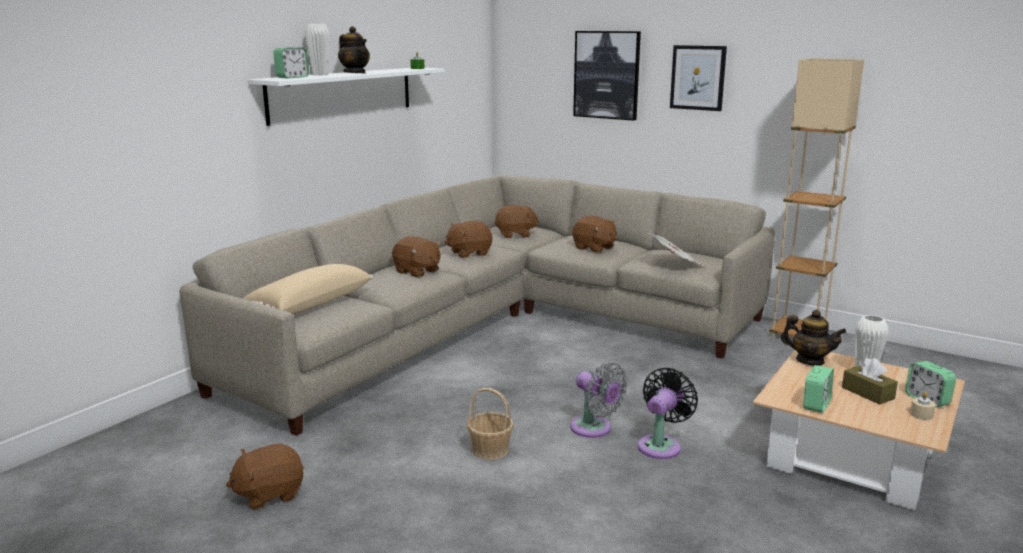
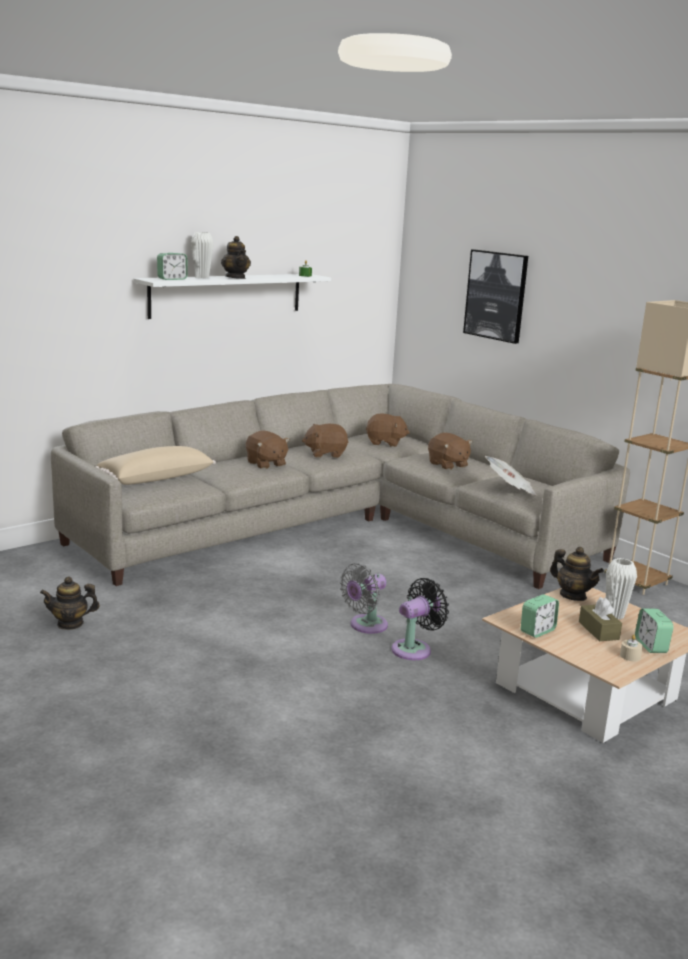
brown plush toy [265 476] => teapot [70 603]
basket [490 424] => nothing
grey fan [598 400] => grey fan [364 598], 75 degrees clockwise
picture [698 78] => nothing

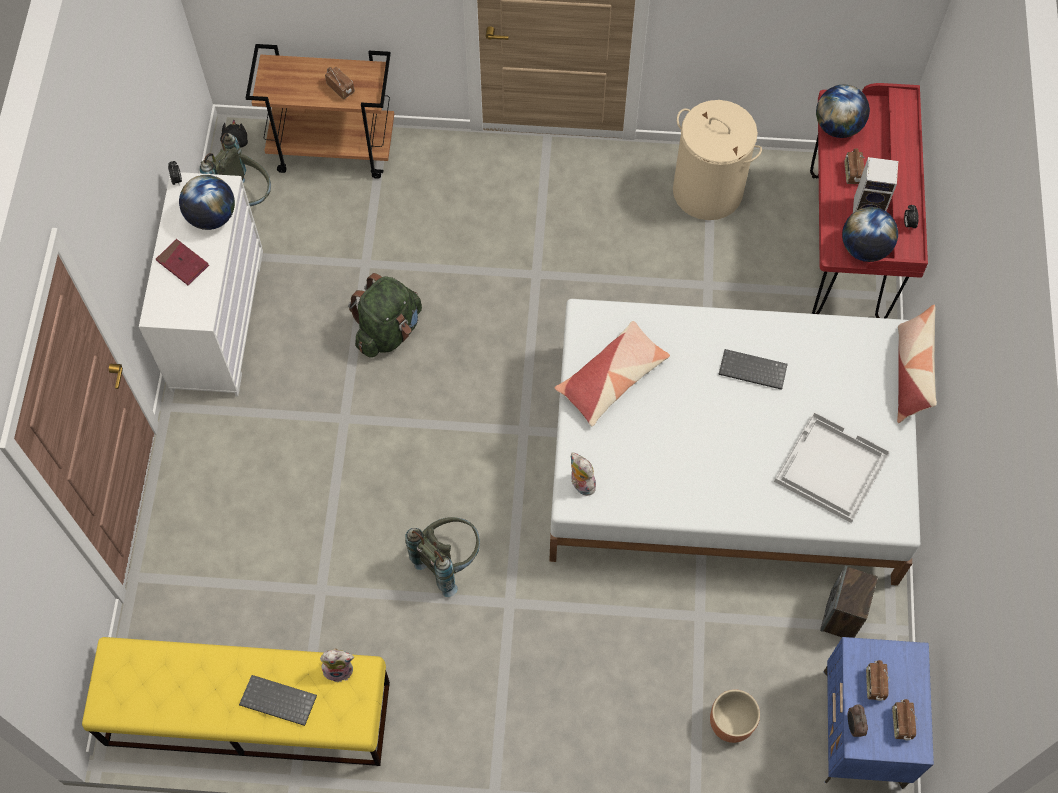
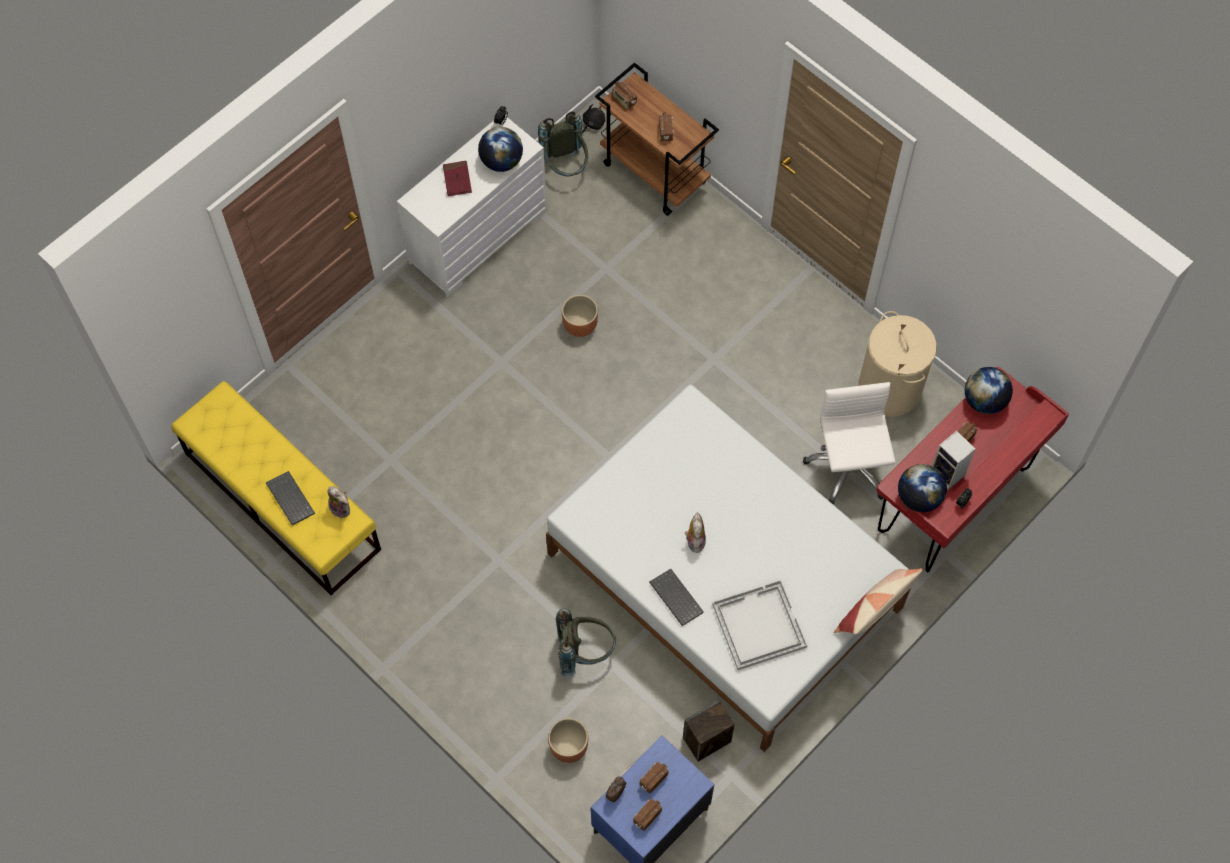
green backpack [385 315] => brown planter [580 316]
grey backpack [442 557] => grey backpack [586 643], relocated
pillow [612 373] => nothing
plush toy [583 474] => plush toy [695 532], relocated
keyboard [753 369] => keyboard [676 597], relocated
nothing => radio [624 95]
nothing => white office chair [849 443]

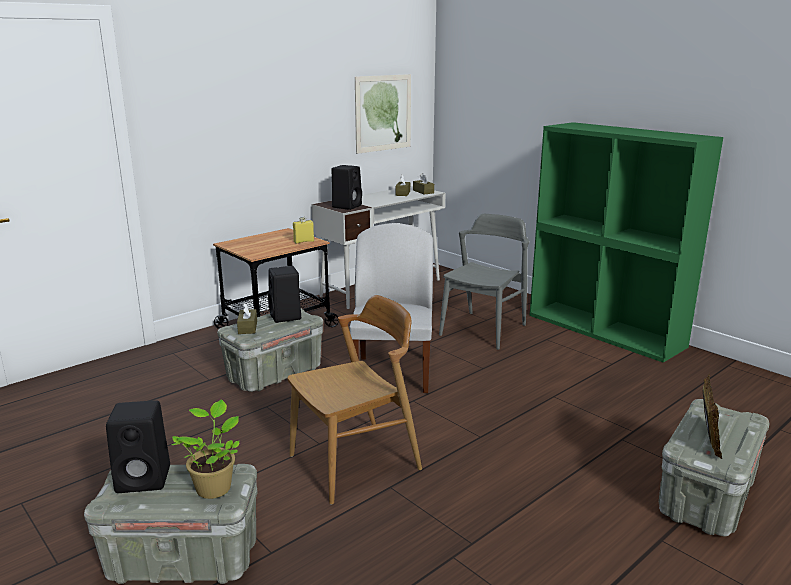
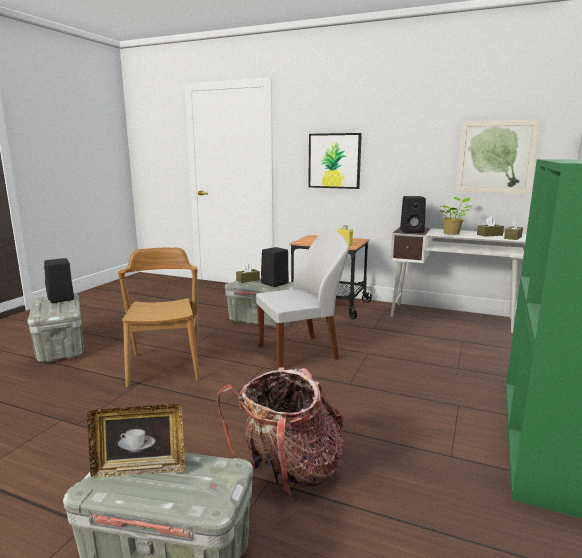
potted plant [205 449] => potted plant [456 216], relocated
brown chair [354 400] => brown chair [159 317], 135 degrees counterclockwise
grey chair [484 282] => nothing
nothing => backpack [280 434]
nothing => picture [335 161]

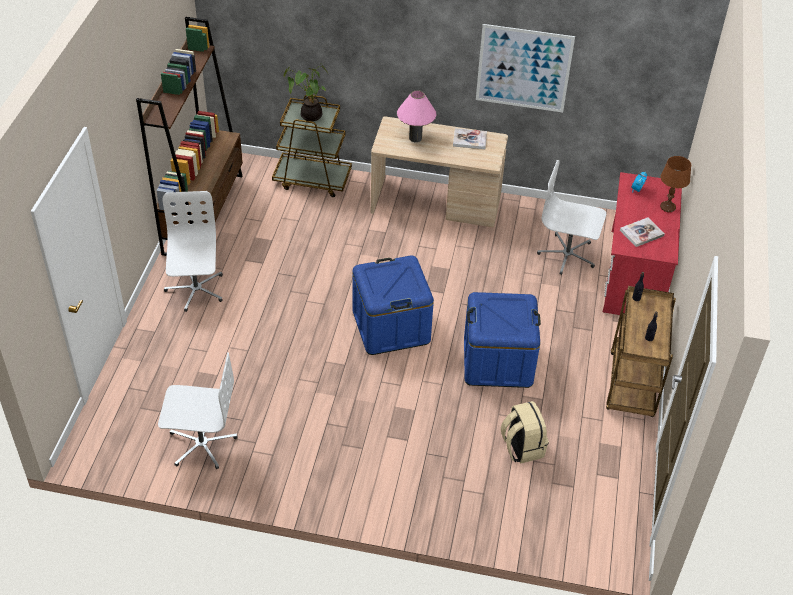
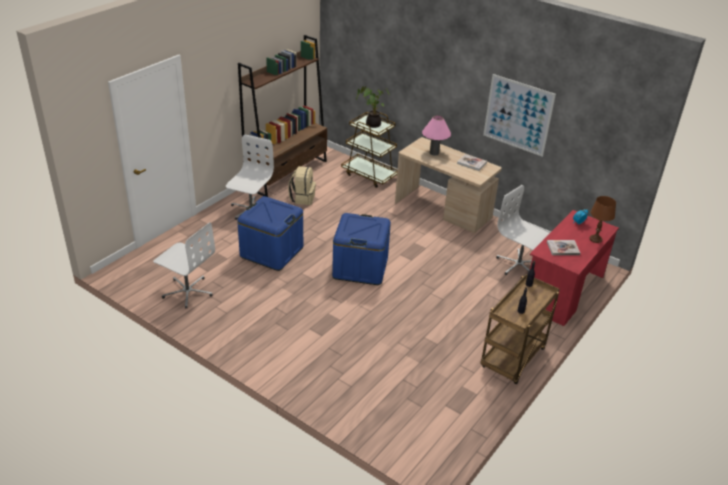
blue storage box [502 340] => blue storage box [270 233], relocated
beige backpack [525 432] => beige backpack [302 185], relocated

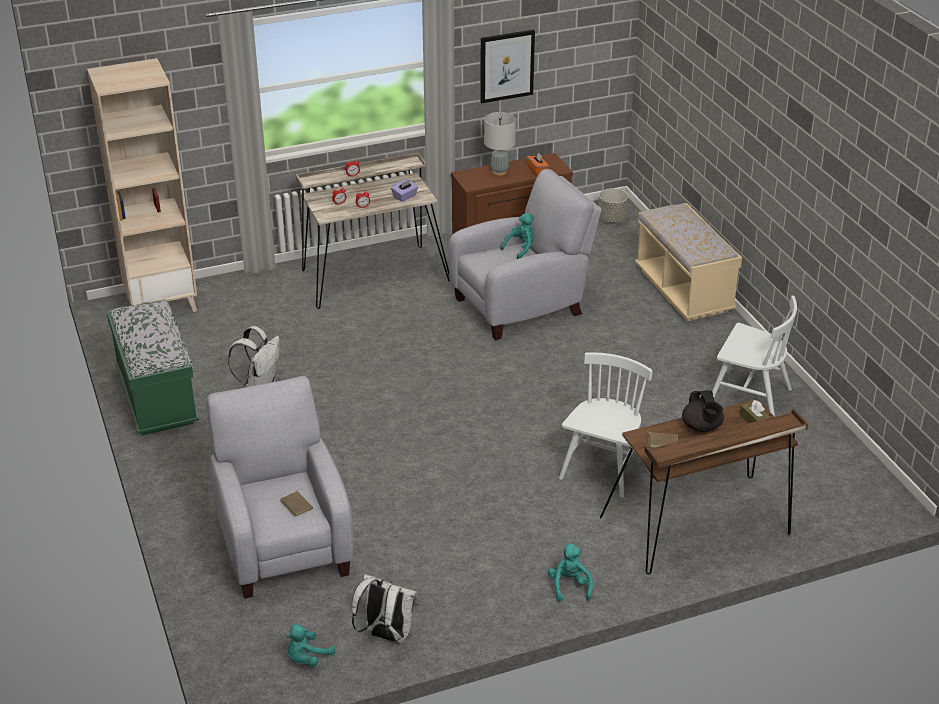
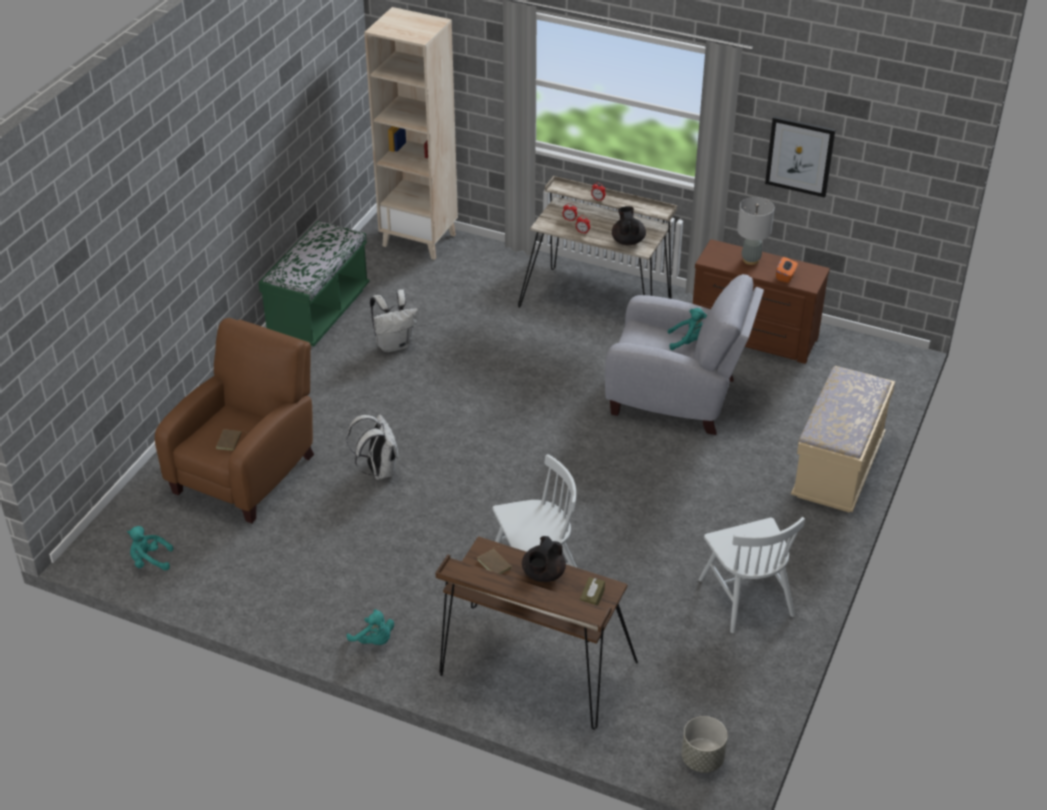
grey armchair [280 487] => brown armchair [234 420]
white backpack [385 608] => white backpack [372 447], relocated
purple tissue box [404 190] => black teapot [629 225]
turquoise plush toy [570 572] => turquoise plush toy [370 627], 90 degrees clockwise
grey planter [613 205] => grey planter [705 744], relocated

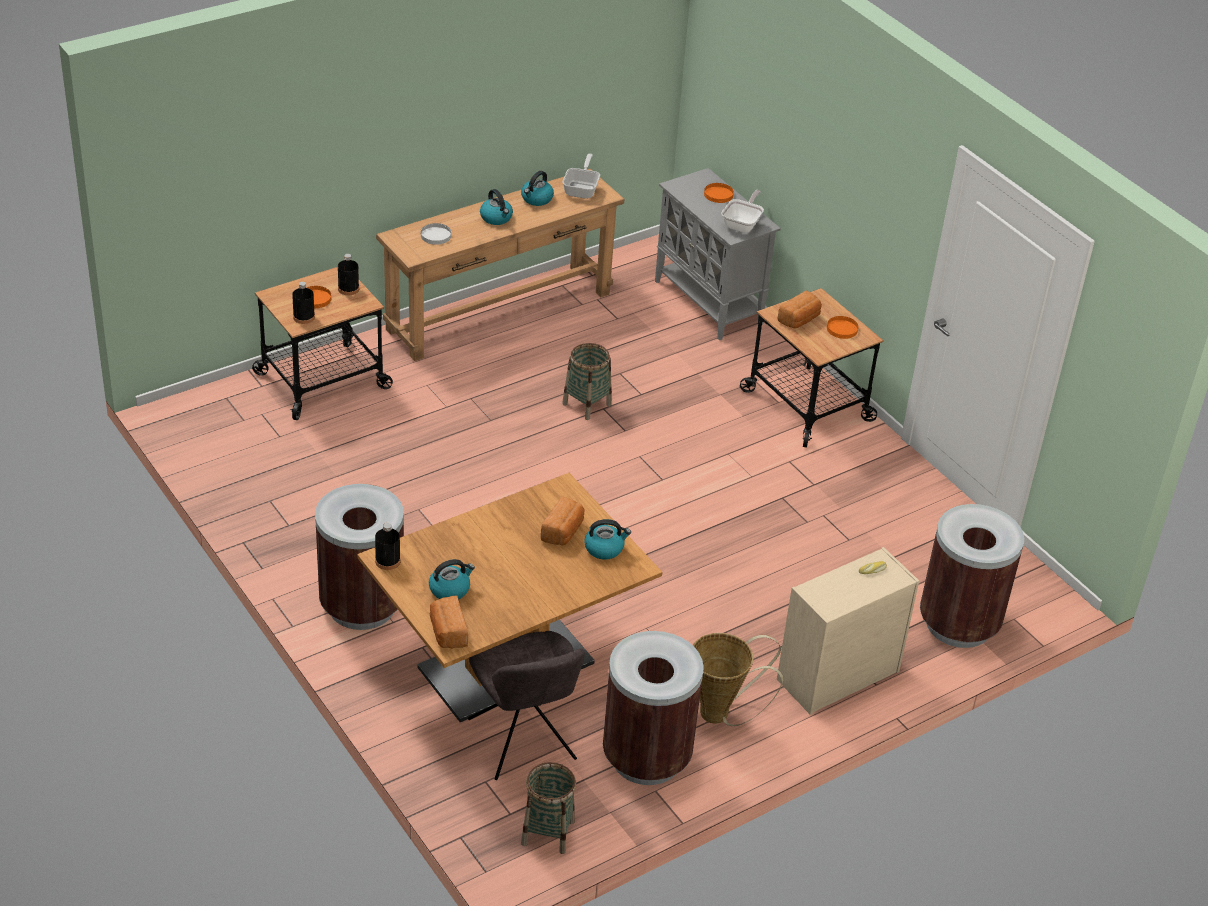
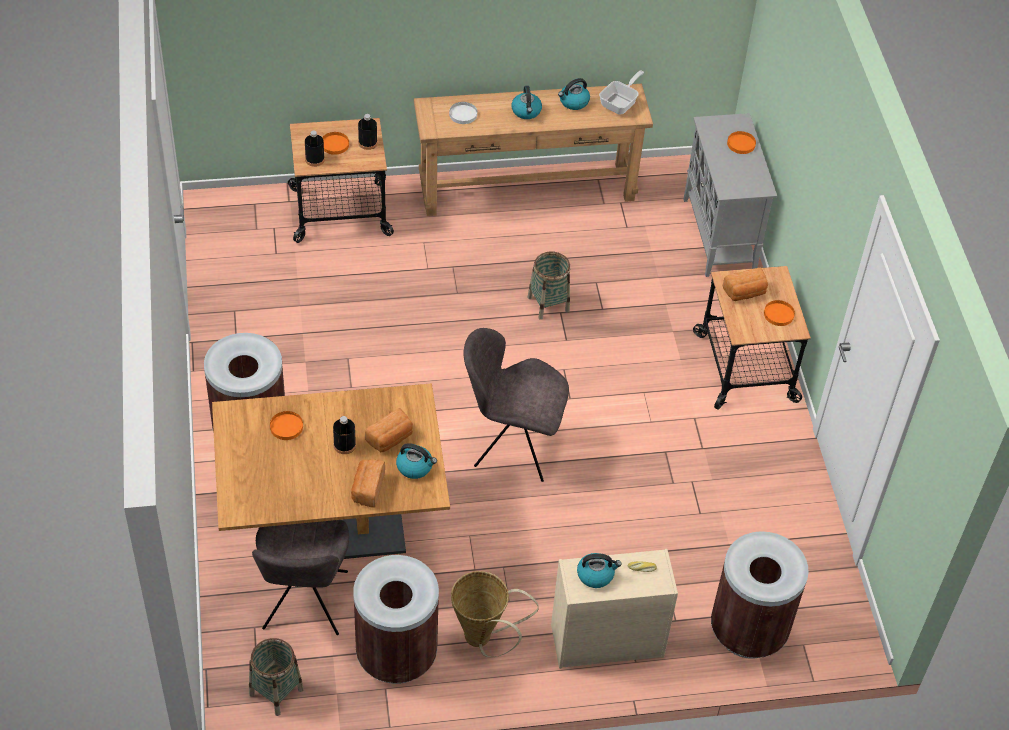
black bottle [388 546] => black bottle [344 435], relocated
kettle [452 579] => kettle [599 570], relocated
bread [449 622] => bread [368 483], relocated
frying pan [742 211] => nothing
nothing => orange plate [286 425]
nothing => grey chair [516 405]

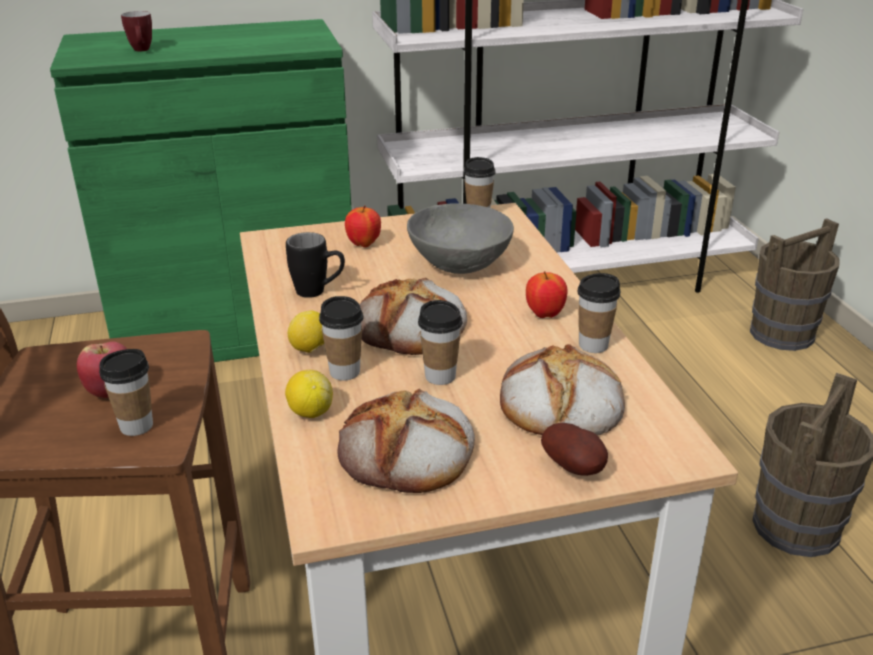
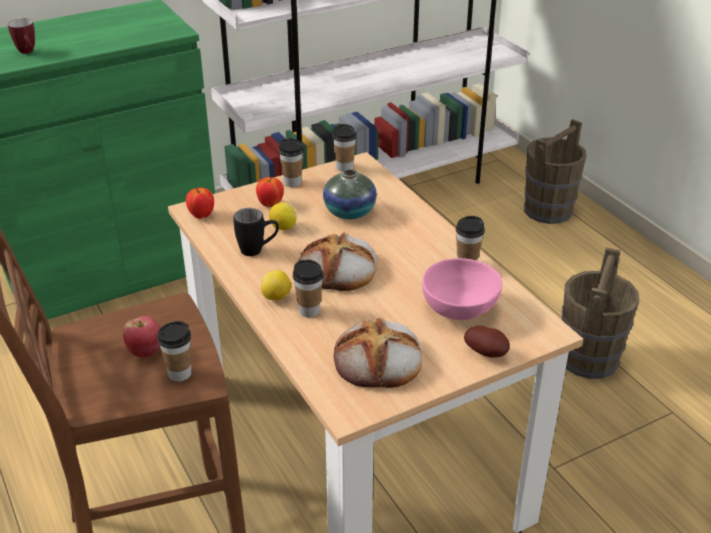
lemon [309 394] => lemon [282 216], relocated
grey bowl [460 238] => vase [350 194]
cup [440 342] => cup [291 162], relocated
bread [562 390] => pink bowl [462 289]
apple [547 294] => apple [200 203], relocated

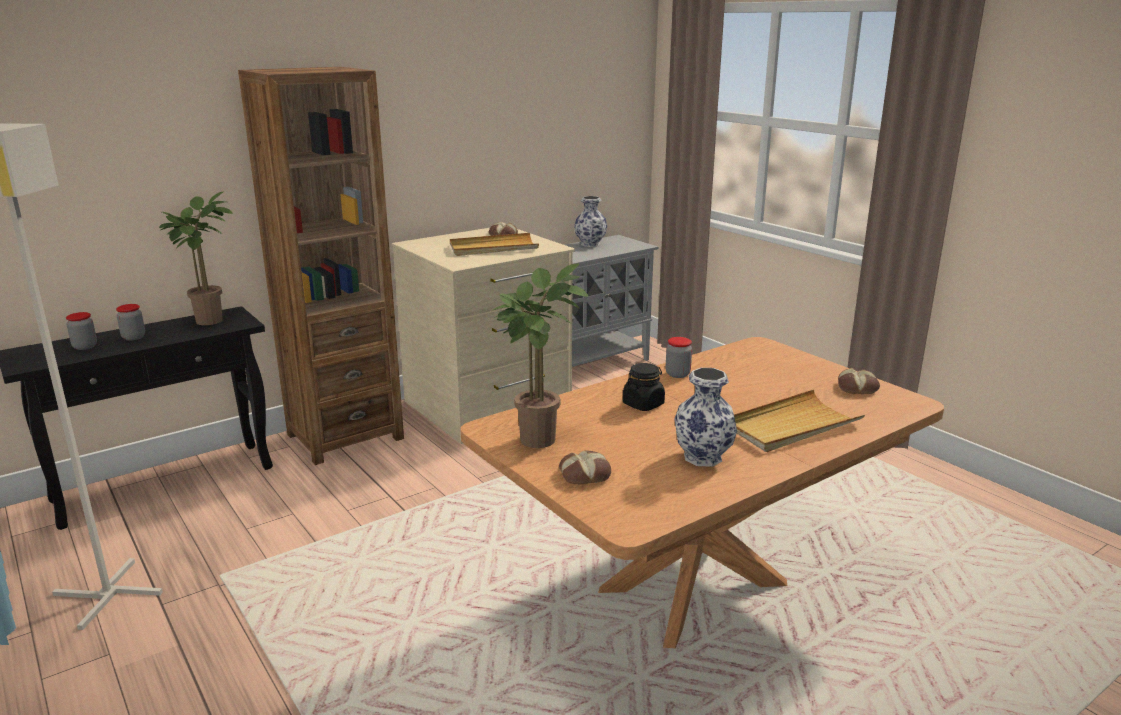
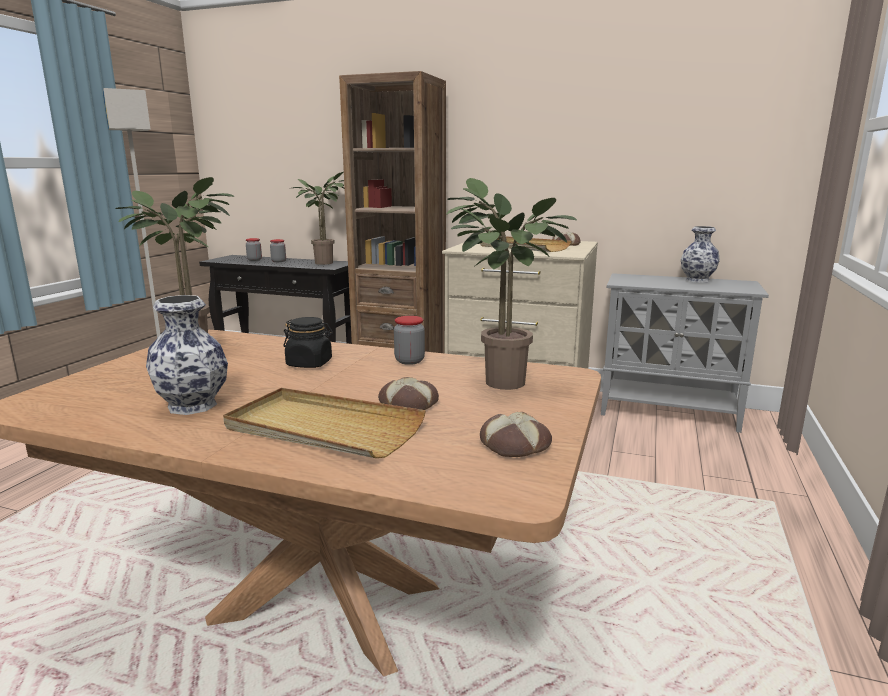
bread [585 467] => bread [408 393], relocated
nothing => potted plant [511 284]

